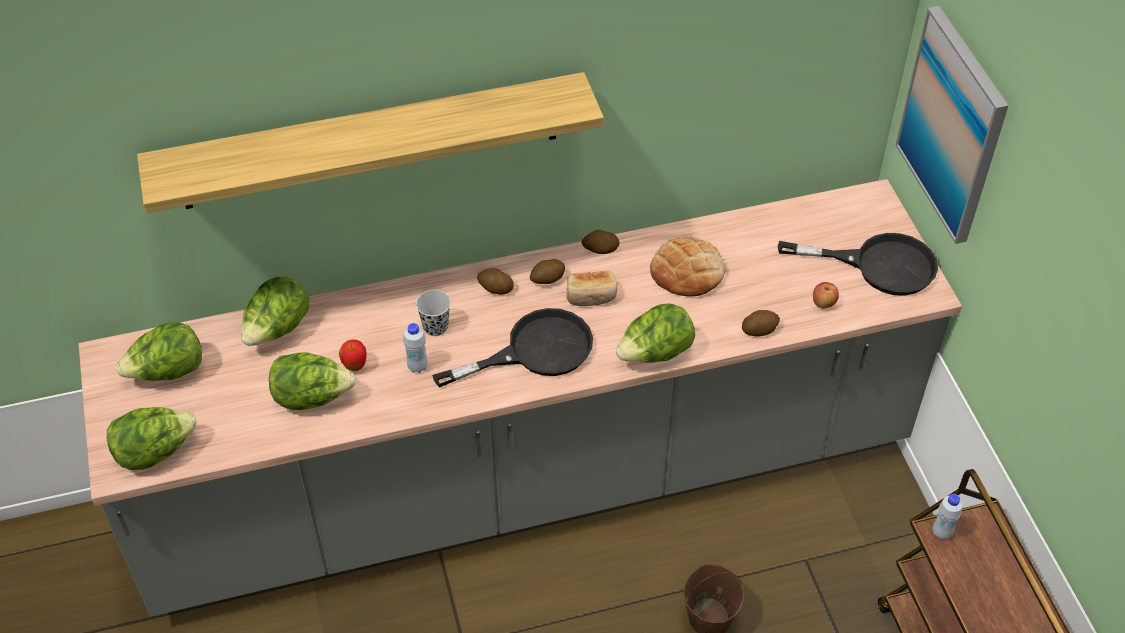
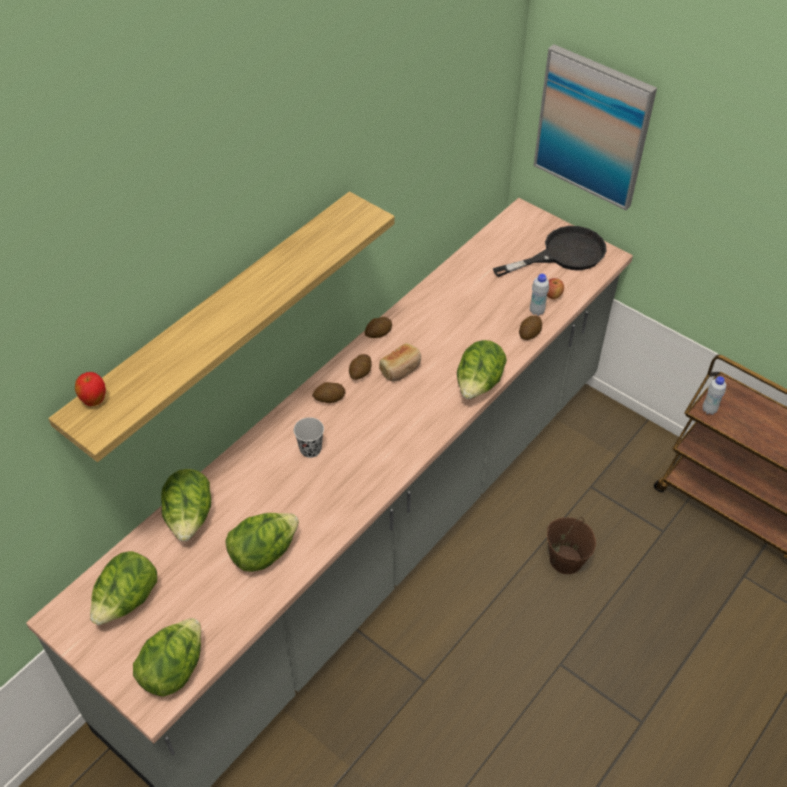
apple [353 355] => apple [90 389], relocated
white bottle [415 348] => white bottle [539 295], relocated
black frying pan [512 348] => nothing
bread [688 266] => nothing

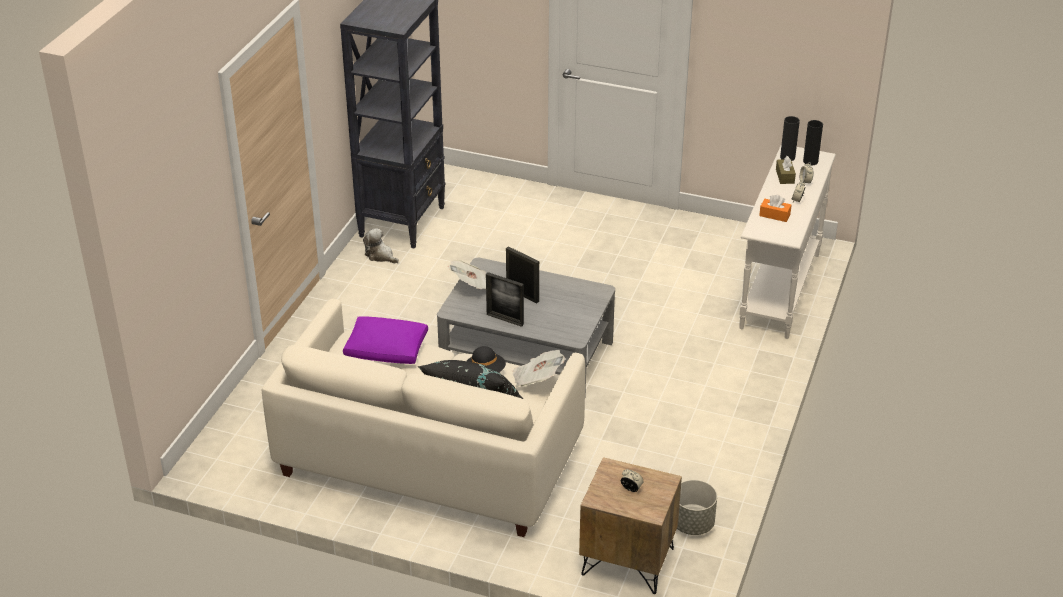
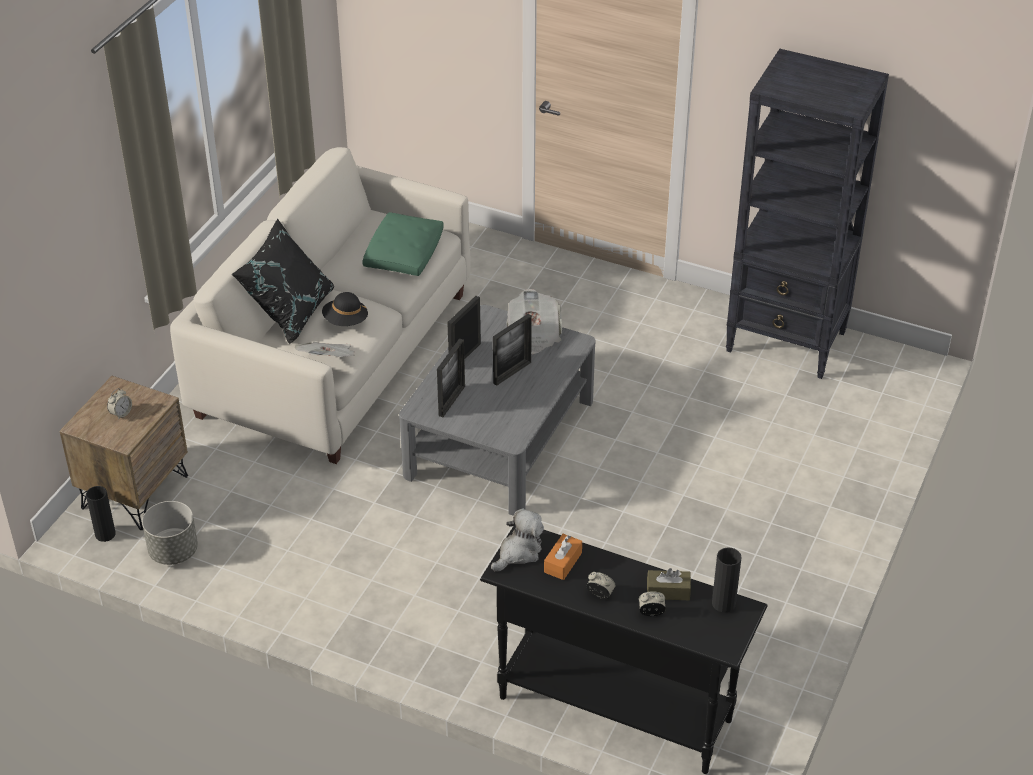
purple pillow [385 340] => green pillow [403 244]
plush toy [381 246] => plush toy [517 539], relocated
white console table [787 241] => black console table [624 649]
black vase [813 143] => black vase [101 514], relocated
nothing => picture frame [451 377]

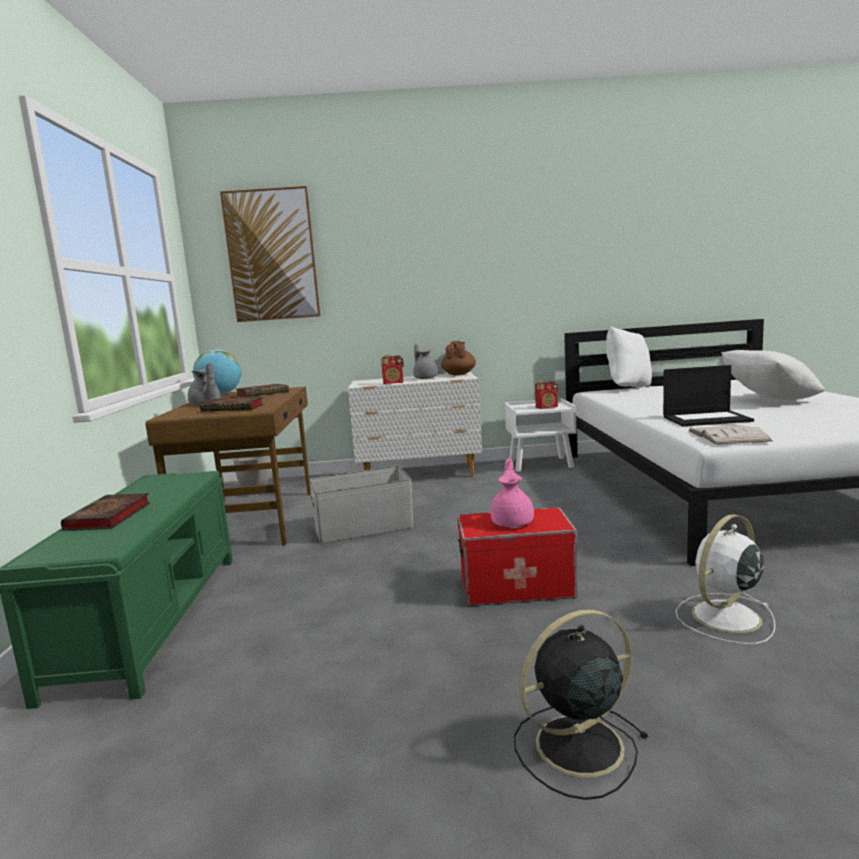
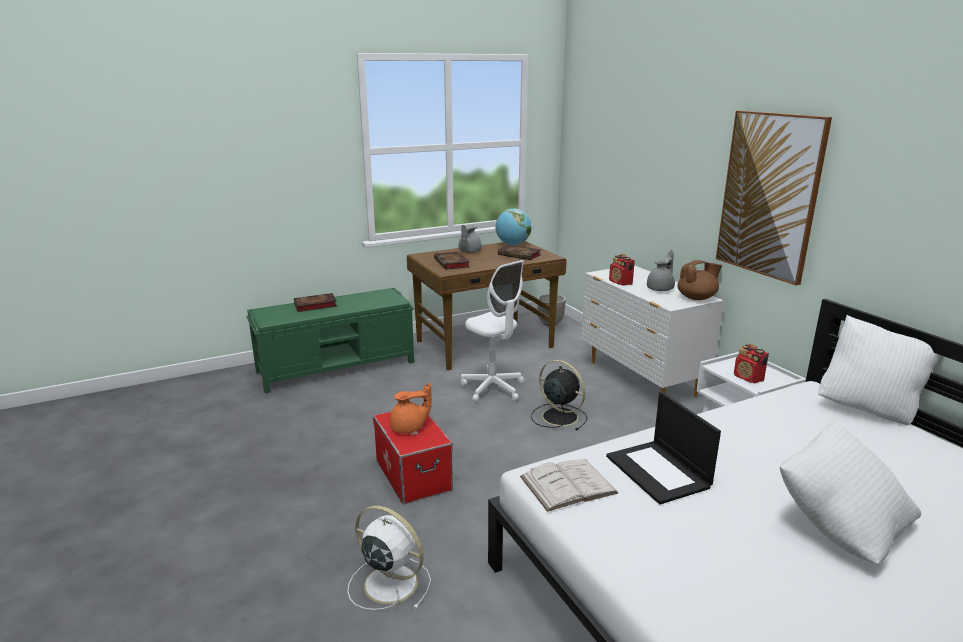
picture [270 254] => picture [774 198], relocated
grey storage box [361 504] => white office chair [492 331]
pink teapot [512 492] => orange teapot [411 408]
black fan [581 704] => black fan [559 395], relocated

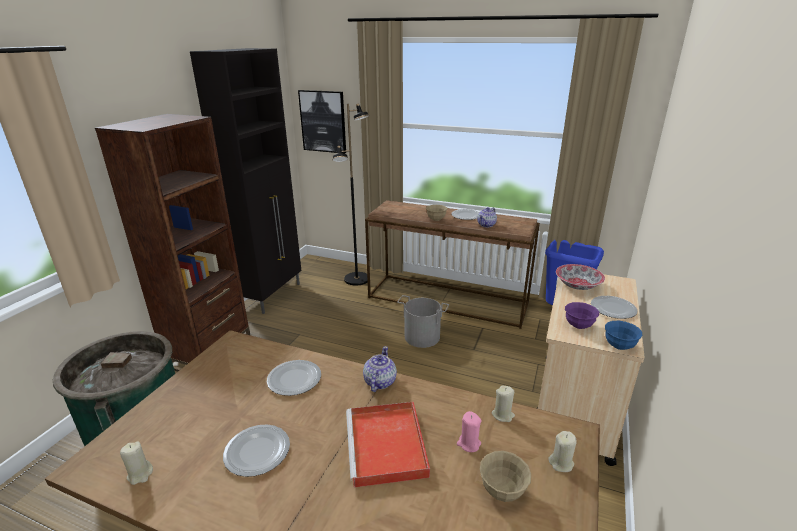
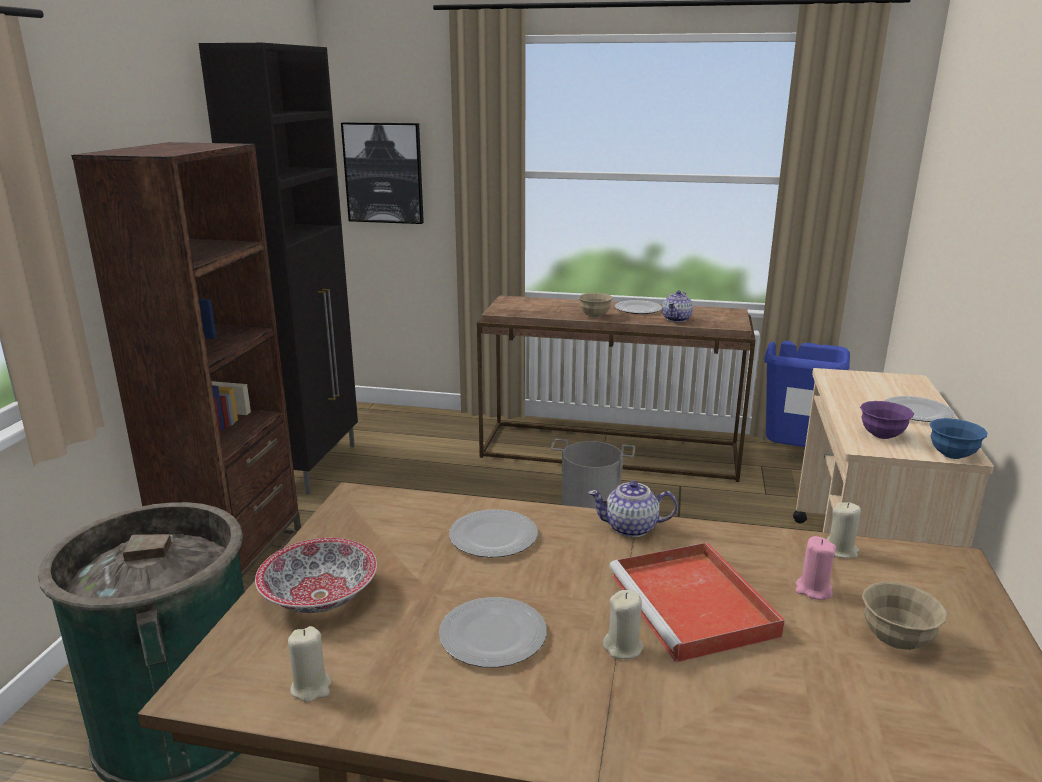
black floor lamp [351 195] => nothing
teapot [380 369] => teapot [633 509], 90 degrees counterclockwise
beige candle [563 451] => beige candle [623 624], relocated
bowl [580 277] => bowl [316 575], relocated

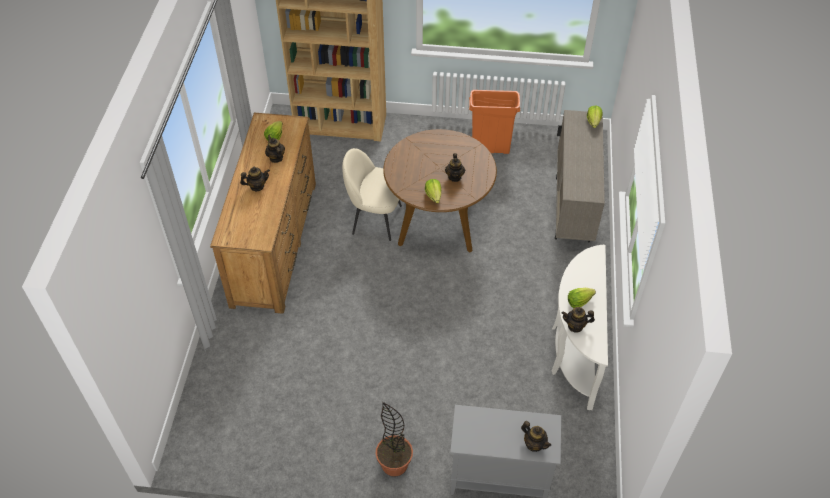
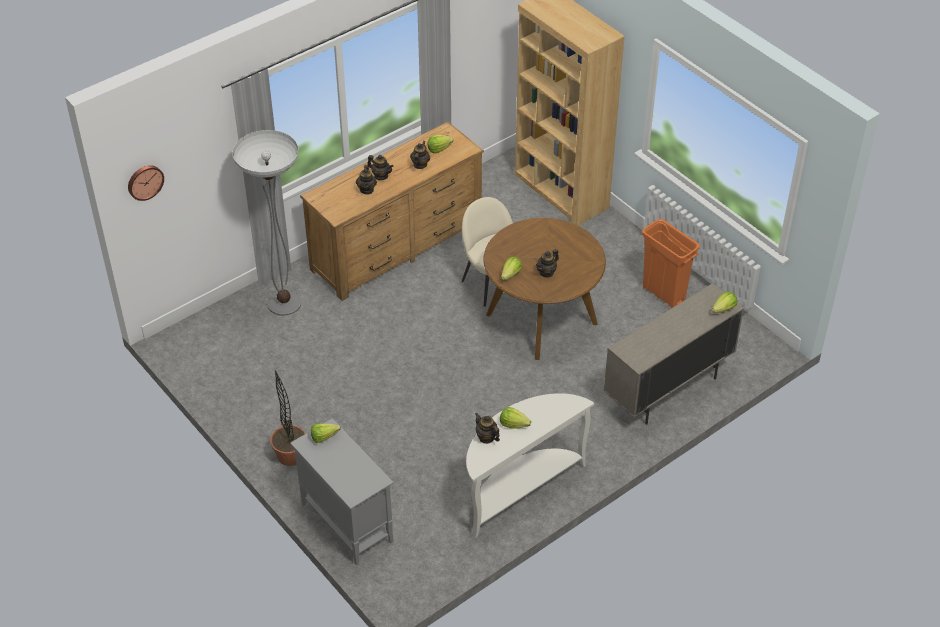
teapot [536 436] => teapot [366 179], relocated
nothing => wall clock [146 183]
nothing => floor lamp [266 223]
nothing => lettuce [326 433]

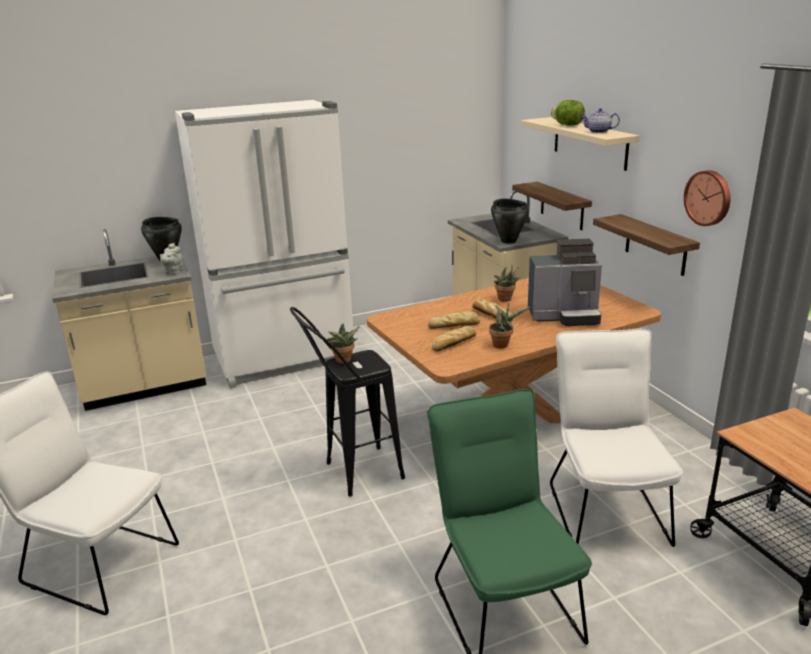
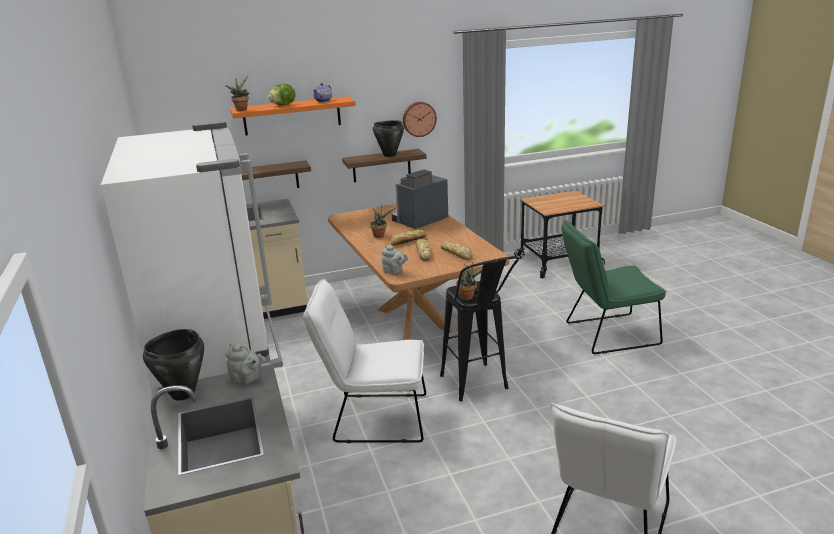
potted plant [509 326] => potted plant [237 93], relocated
black cooking pot [510 221] => black cooking pot [388 138], relocated
beige shelf [580 144] => orange shelf [293 115]
coffee machine [565 282] => coffee machine [420 199], 135 degrees counterclockwise
white chair [616 438] => white chair [364 361], relocated
nothing => grey teapot [395 260]

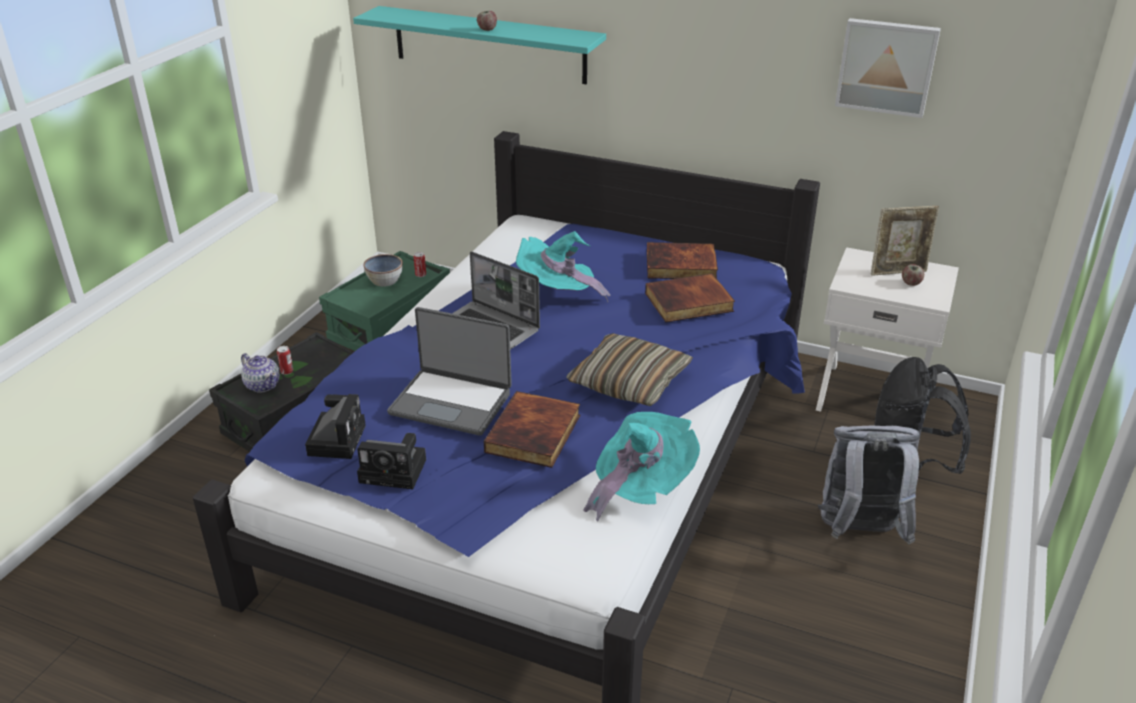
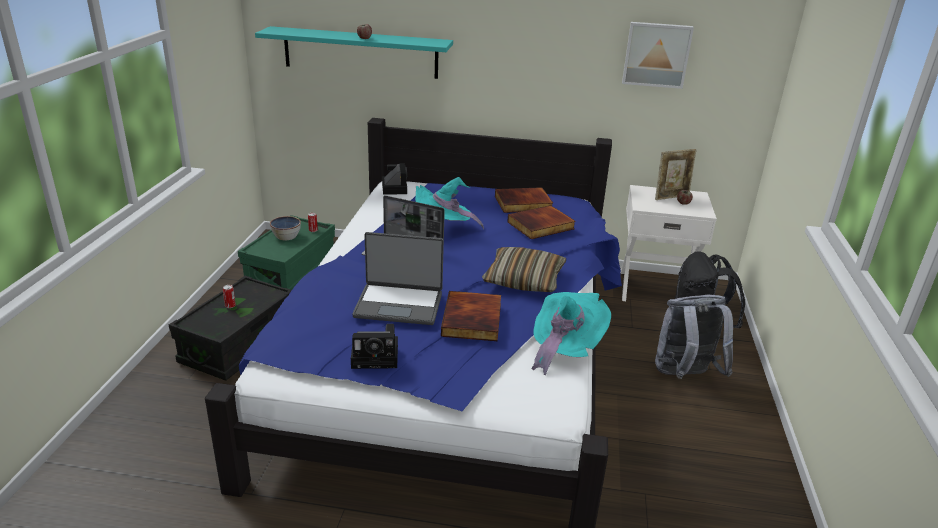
teapot [260 372] => nothing
photo camera [335 426] => photo camera [394 179], relocated

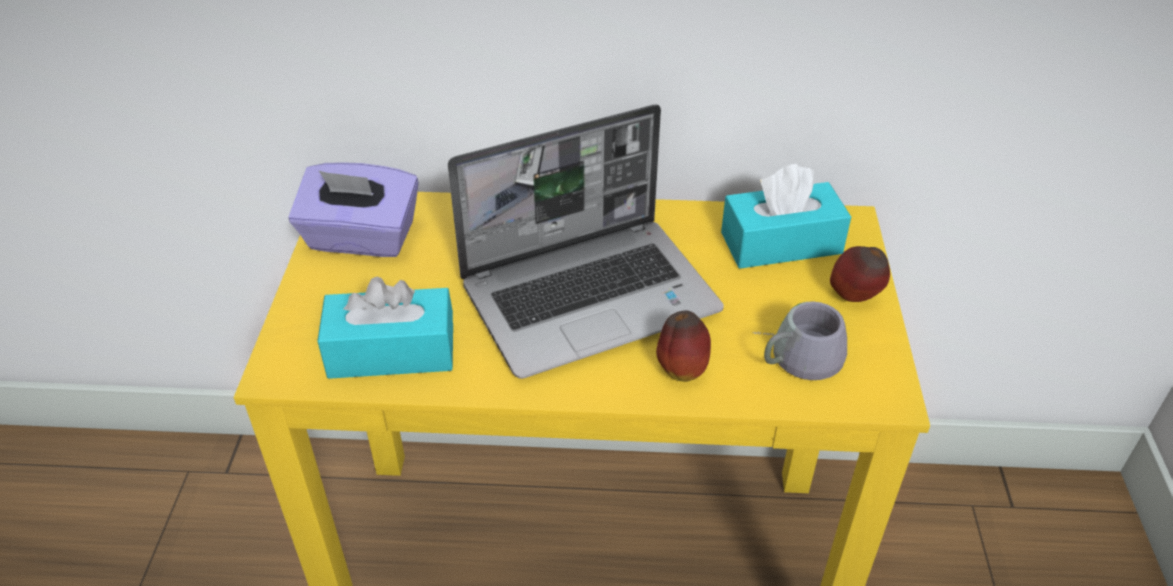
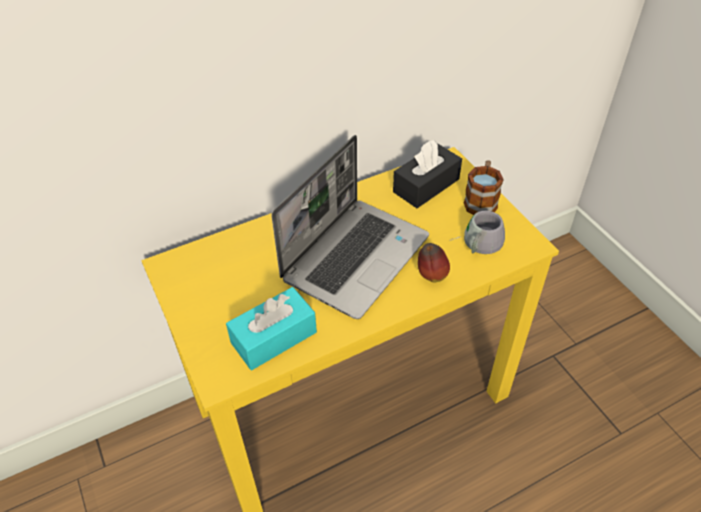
purple tissue box [354 209] => nothing
turquoise tissue box [786 216] => black tissue box [427 174]
apple [860 274] => mug [484 187]

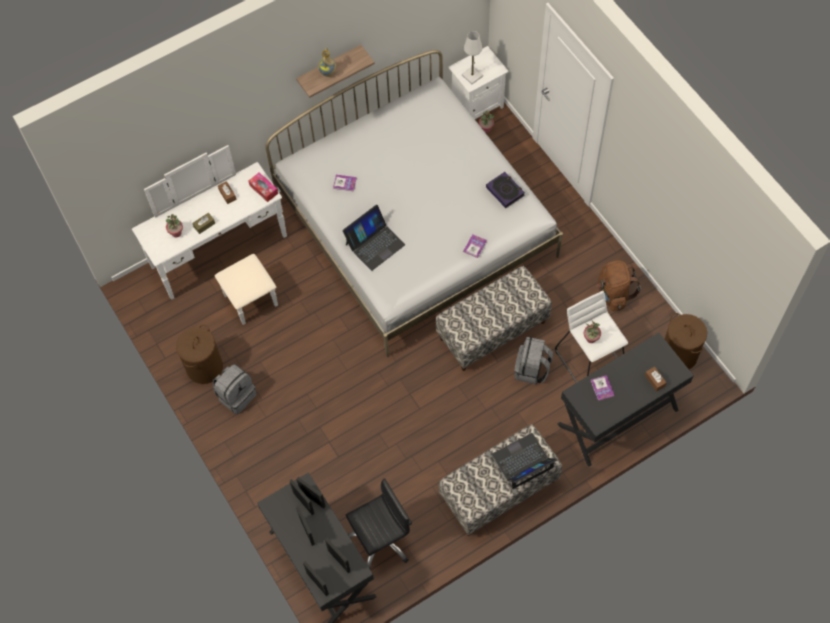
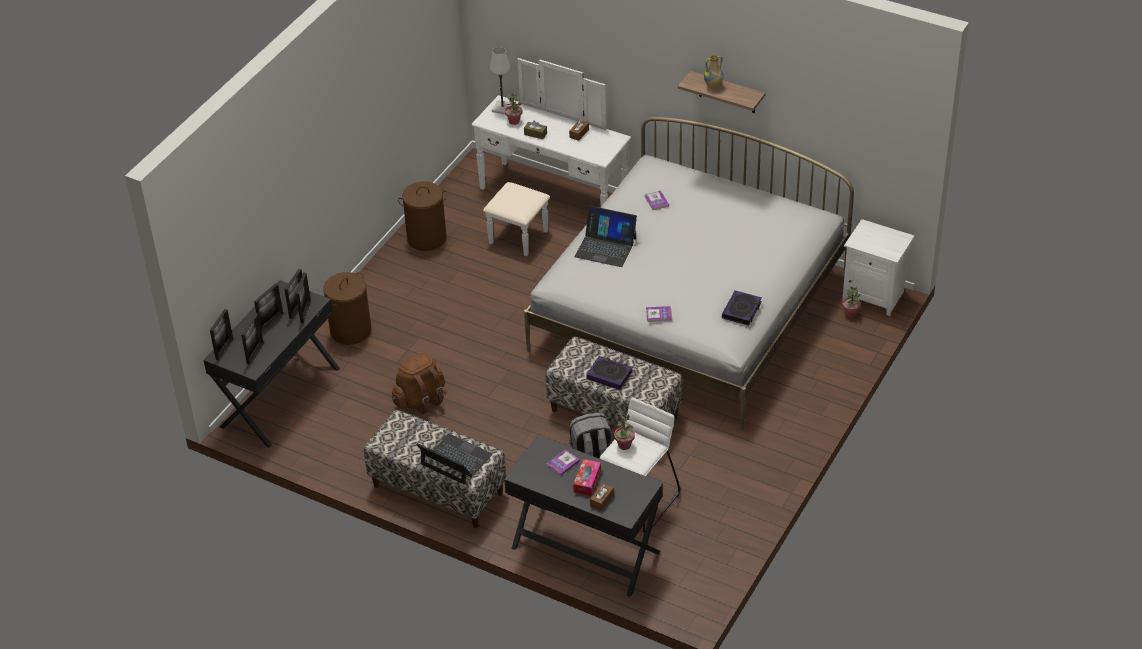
grey backpack [235 389] => nothing
tissue box [263 187] => tissue box [587 477], relocated
black office chair [379 523] => nothing
white table lamp [472 57] => white table lamp [500 81], relocated
brown backpack [618 286] => brown backpack [418 383], relocated
brown laundry basket [686 341] => brown laundry basket [347 308], relocated
nothing => book [609 373]

